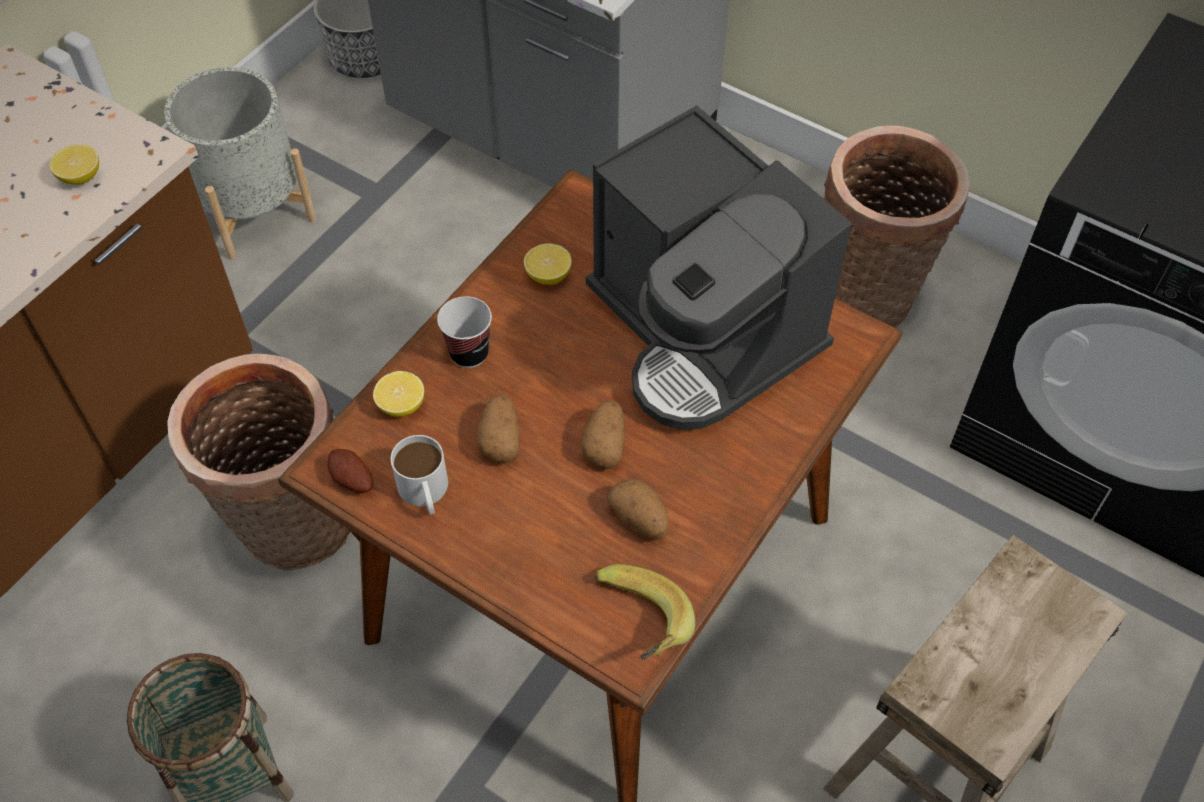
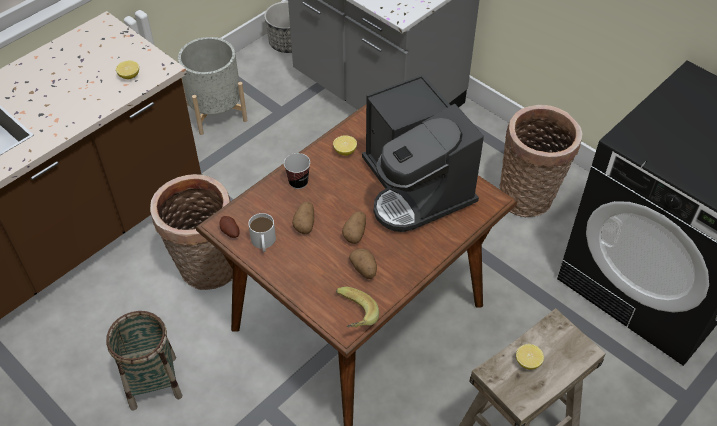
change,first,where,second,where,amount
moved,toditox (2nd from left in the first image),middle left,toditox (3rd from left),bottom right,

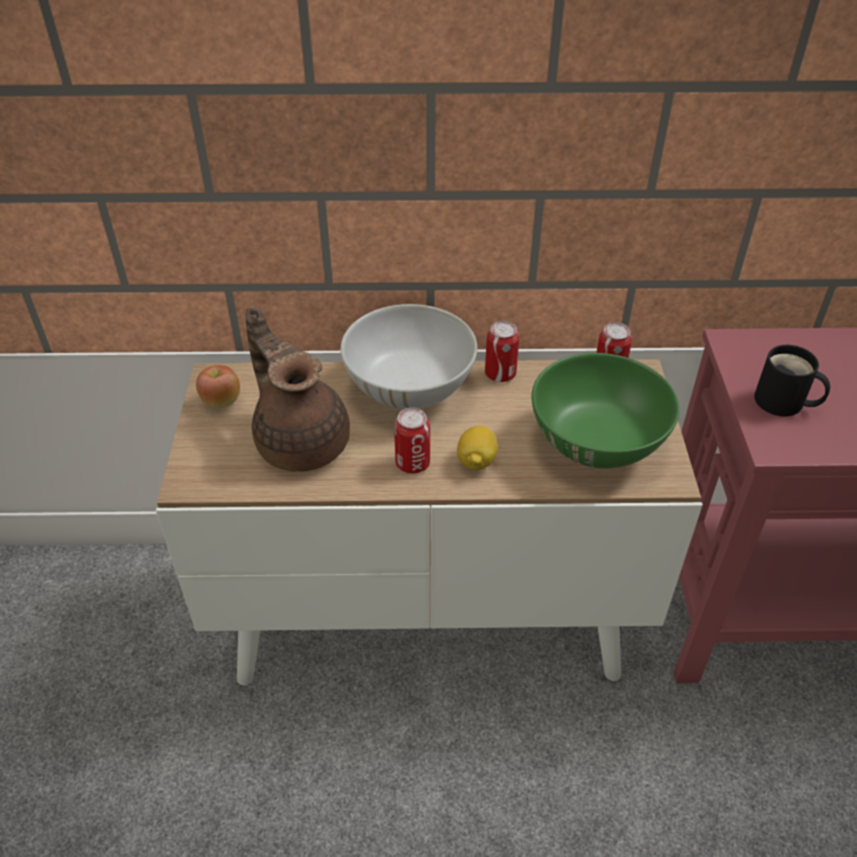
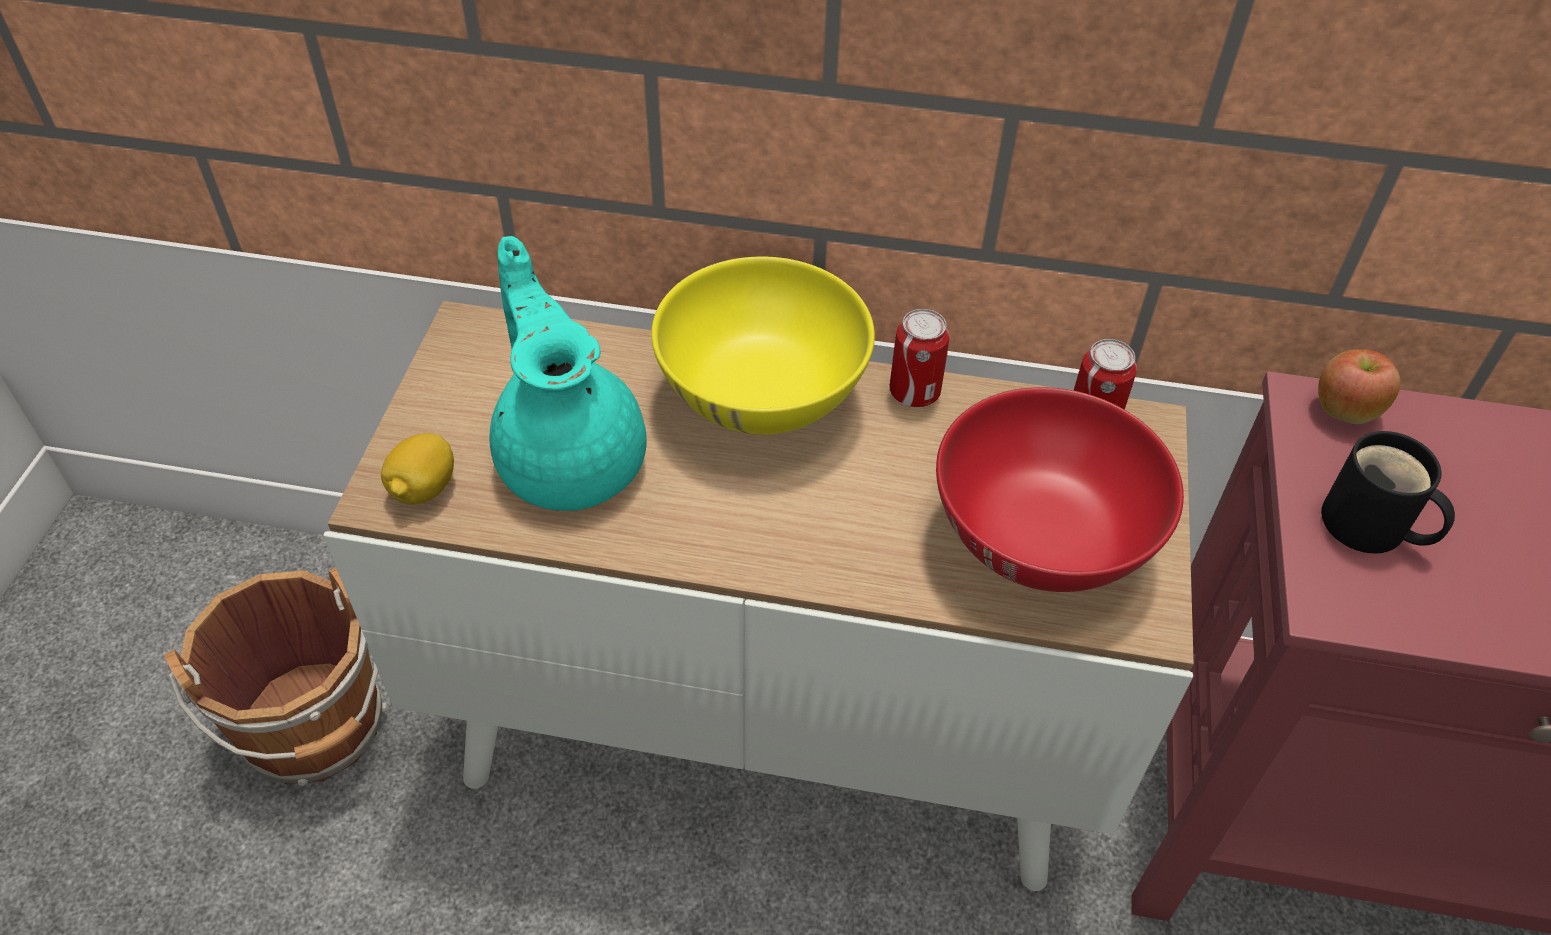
change,first,where,second,where,amount
recoloured,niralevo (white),centre,niralevo (yellow),centre,
recoloured,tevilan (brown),centre,tevilan (turquoise),centre,
recoloured,niralevo (green),middle right,niralevo (red),middle right,
moved,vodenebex,middle left,,middle right,
removed,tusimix (1st from left),centre,,,
moved,toditox,centre,,middle left,
added,,,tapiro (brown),bottom left,

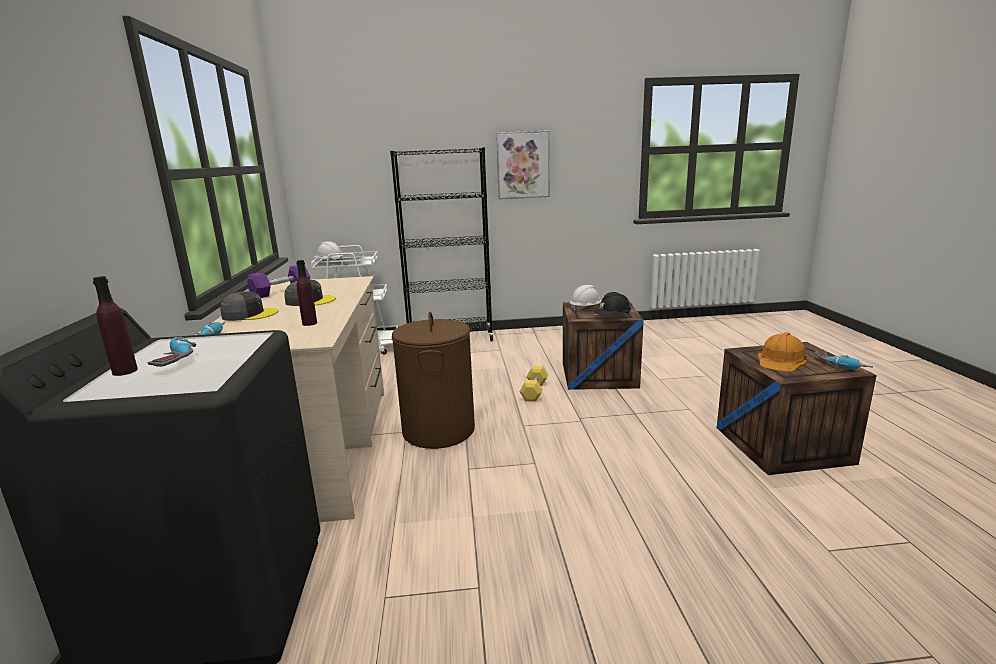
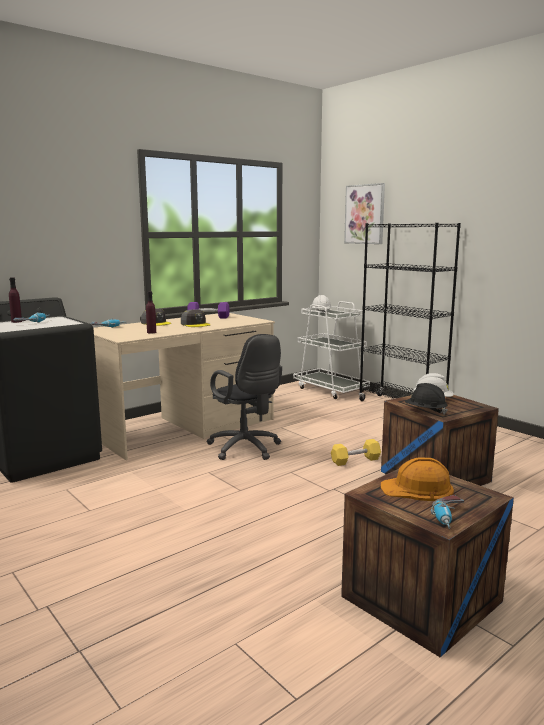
change,first,where,second,where,amount
moved,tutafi,top centre,,top right,
replaced,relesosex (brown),centre,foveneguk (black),centre,

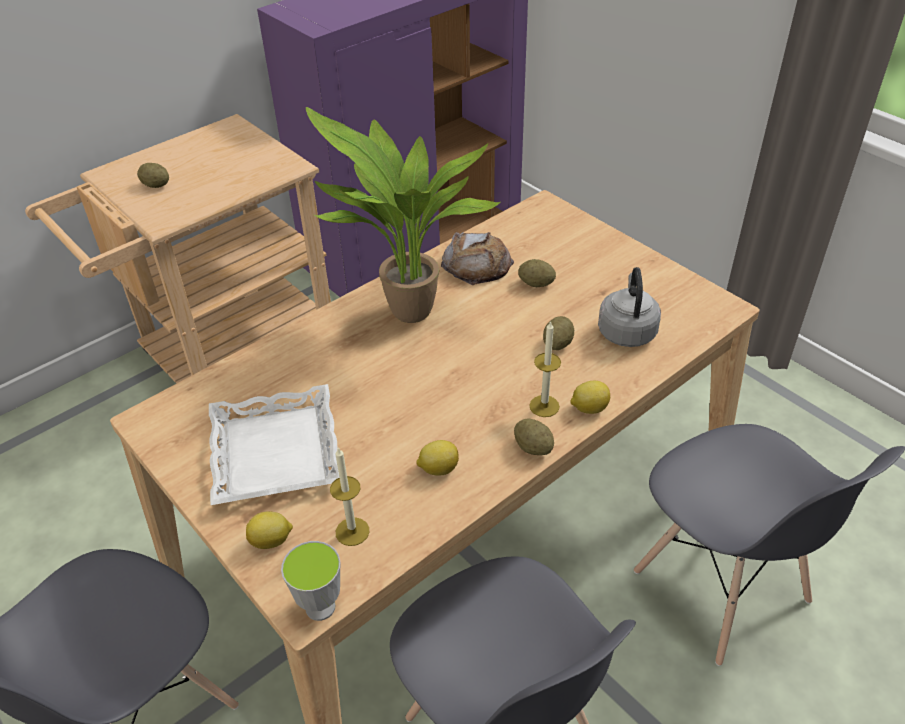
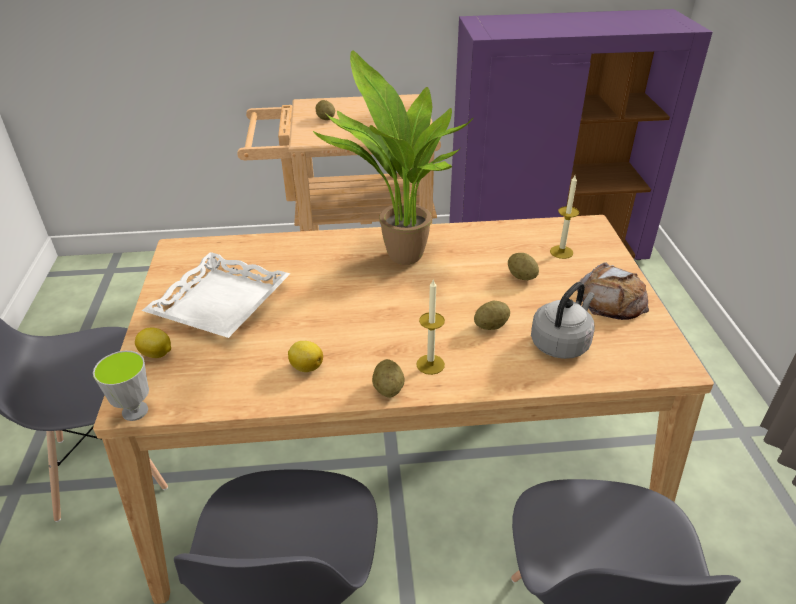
change,first,where,second,where,amount
moved,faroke,centre,,middle right,
removed,toditox (3rd from left),centre,,,
moved,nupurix (1st from left in the first image),bottom centre,nupurix (2nd from left),middle right,

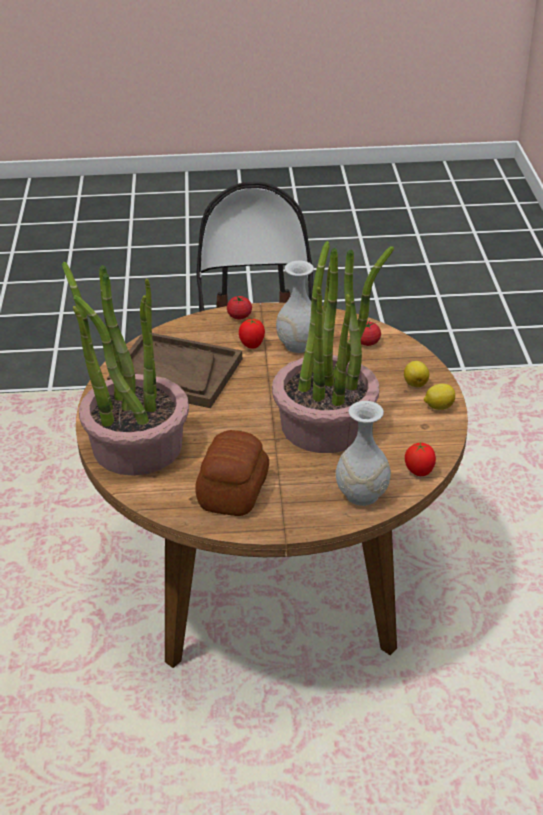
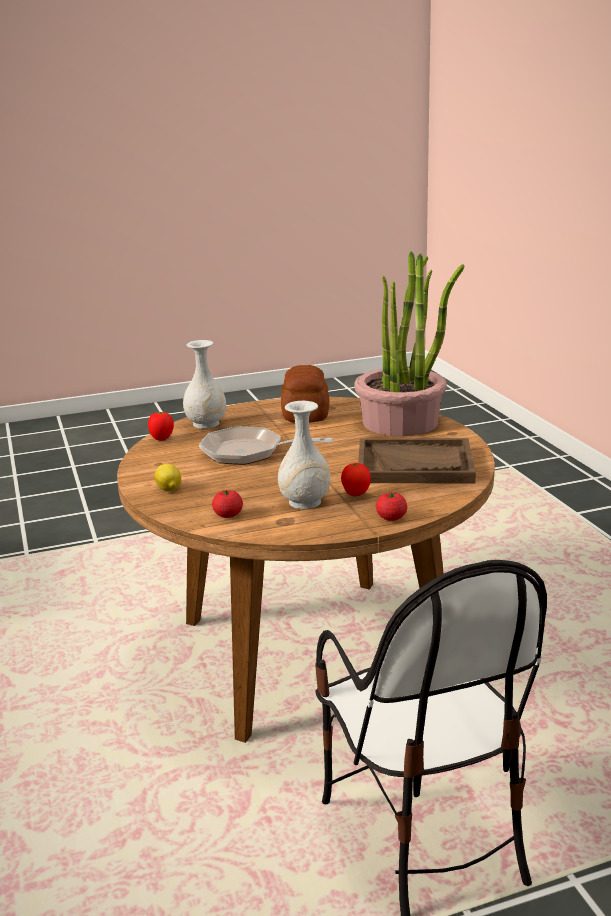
change,first,where,second,where,amount
replaced,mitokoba (2nd from left),centre,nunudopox,centre,
removed,toditox (2nd from left),middle right,,,

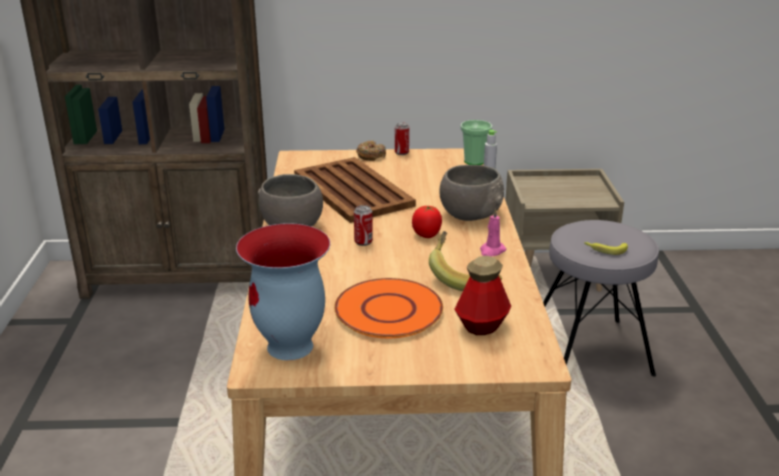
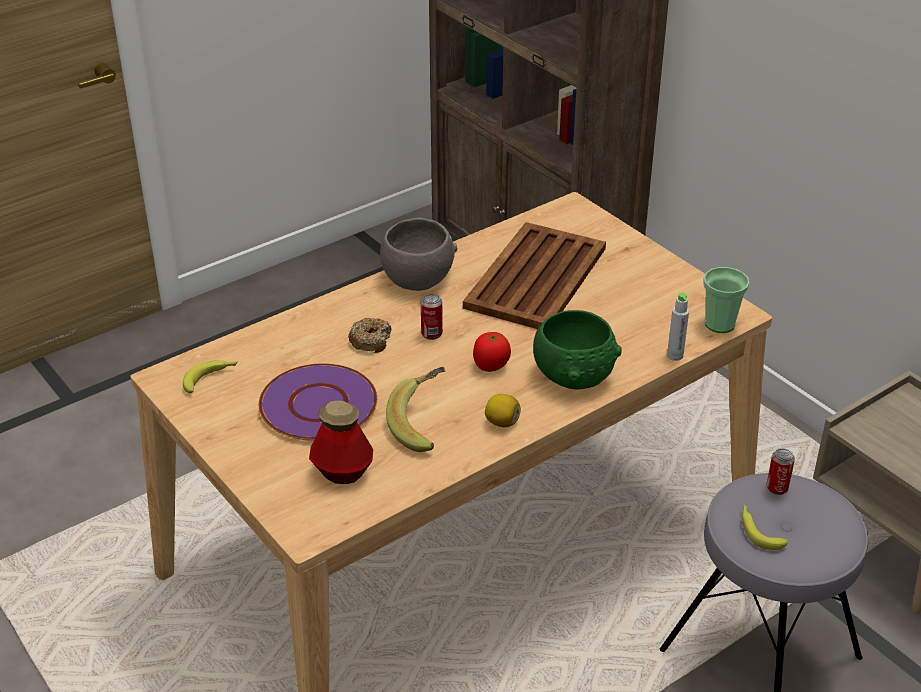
change,first,where,second,where,amount
moved,tusimix (2nd from left),top centre,,bottom right,
moved,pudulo,top centre,,centre,
recoloured,niralevo (grey) (2nd from left),centre,niralevo (green),centre,
replaced,nupurix (pink),centre,toditox,centre,
replaced,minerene,centre,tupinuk (1st from left),middle left,
recoloured,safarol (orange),centre,safarol (purple),centre,

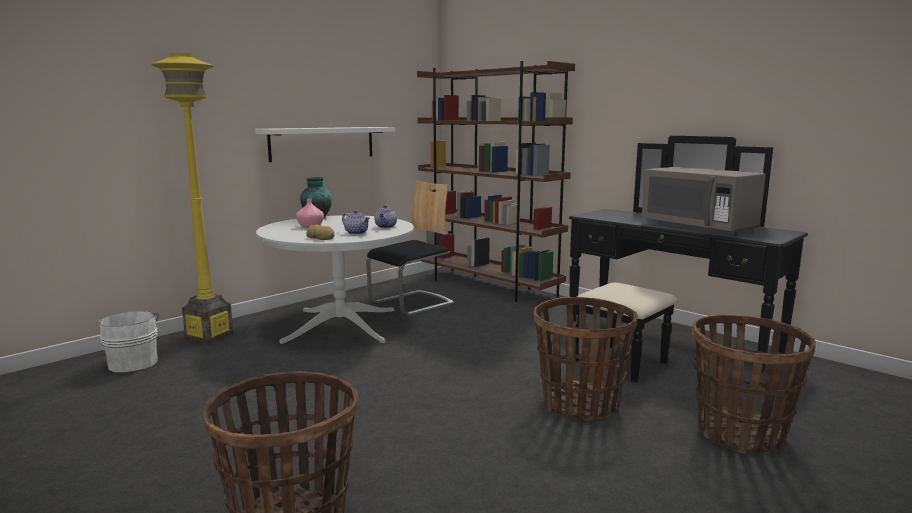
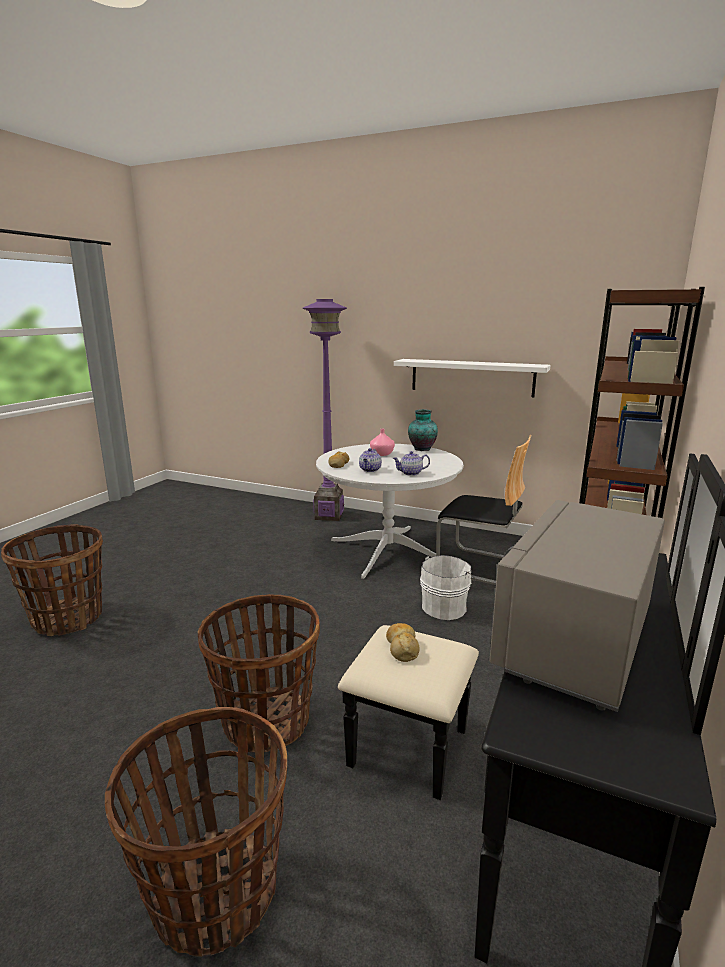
change,first,where,second,where,amount
recoloured,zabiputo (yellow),middle left,zabiputo (purple),centre,
moved,tapiro (white),middle left,,centre,
added,,,faroke (2nd from left),centre,

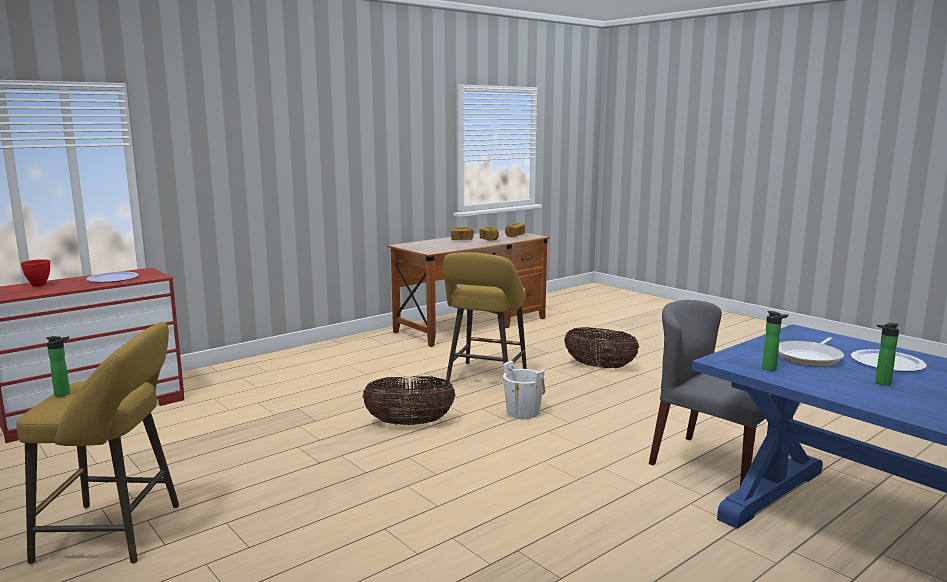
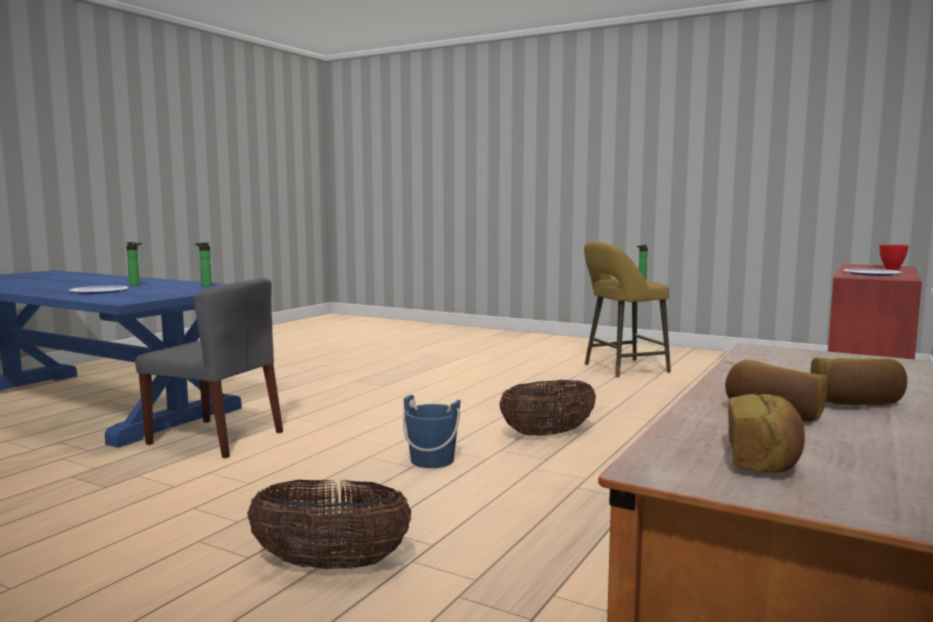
change,first,where,second,where,amount
removed,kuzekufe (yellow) (2nd from left),centre,,,
removed,nunudopox,middle right,,,
recoloured,tapiro (white),bottom centre,tapiro (blue),bottom centre,

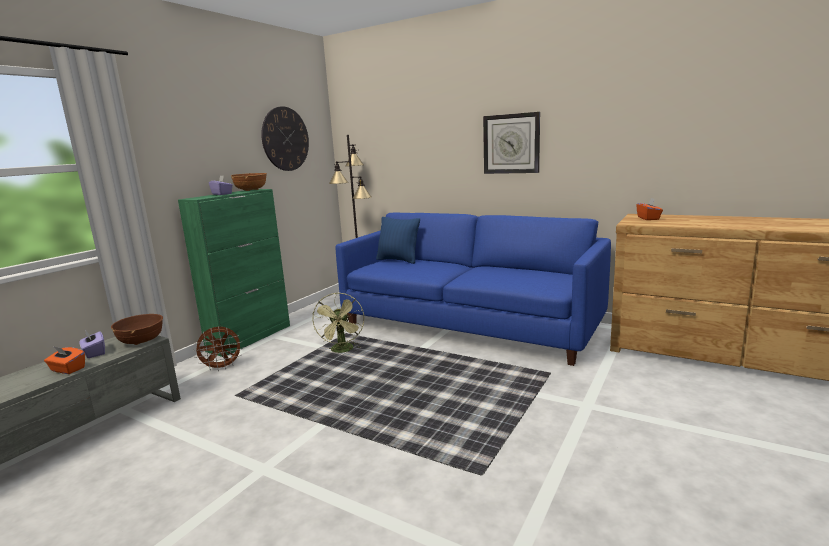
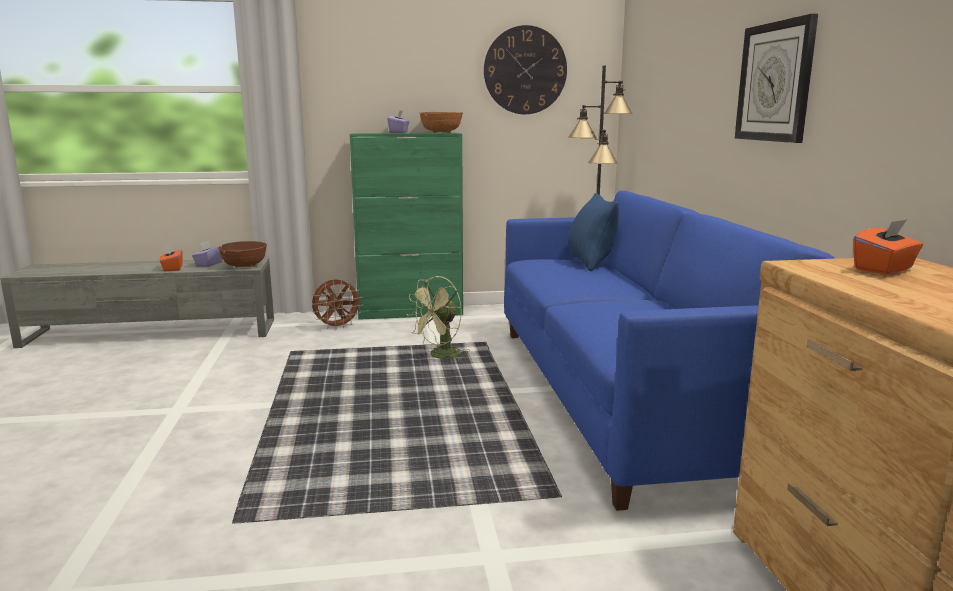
change,first,where,second,where,amount
turned,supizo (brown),middle left,,centre,60 degrees counterclockwise

